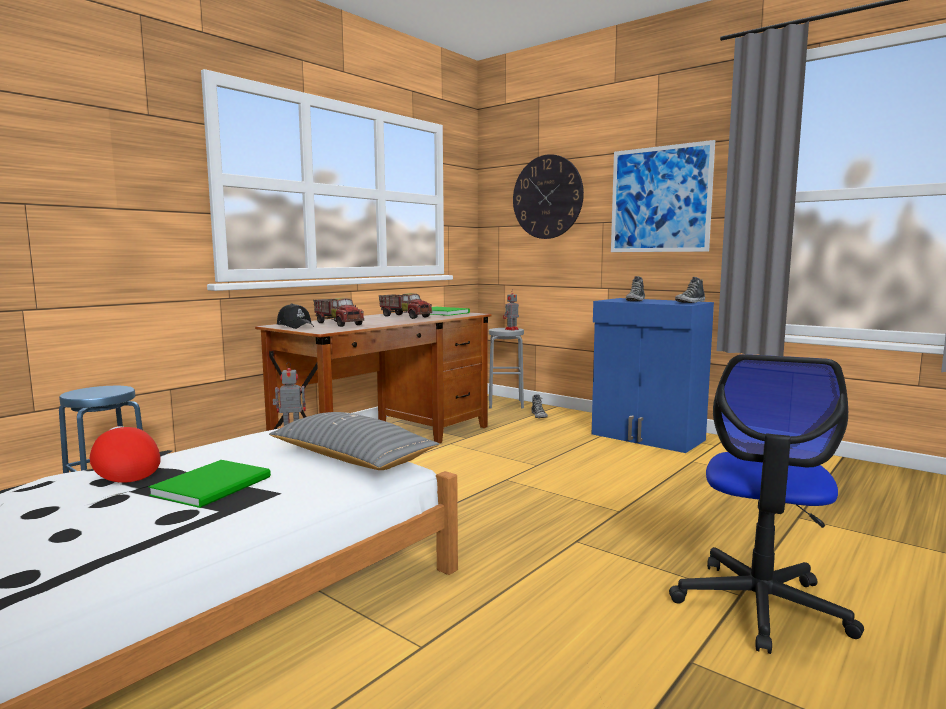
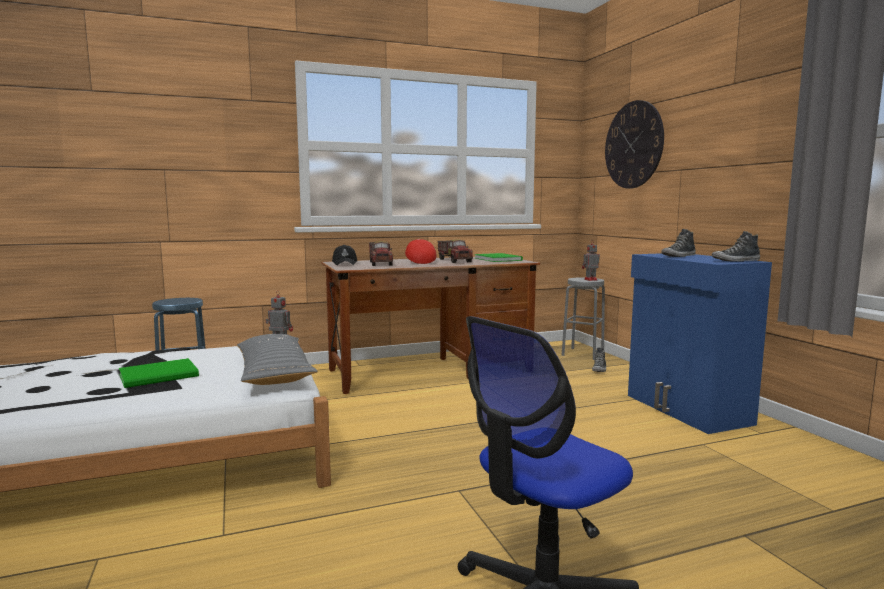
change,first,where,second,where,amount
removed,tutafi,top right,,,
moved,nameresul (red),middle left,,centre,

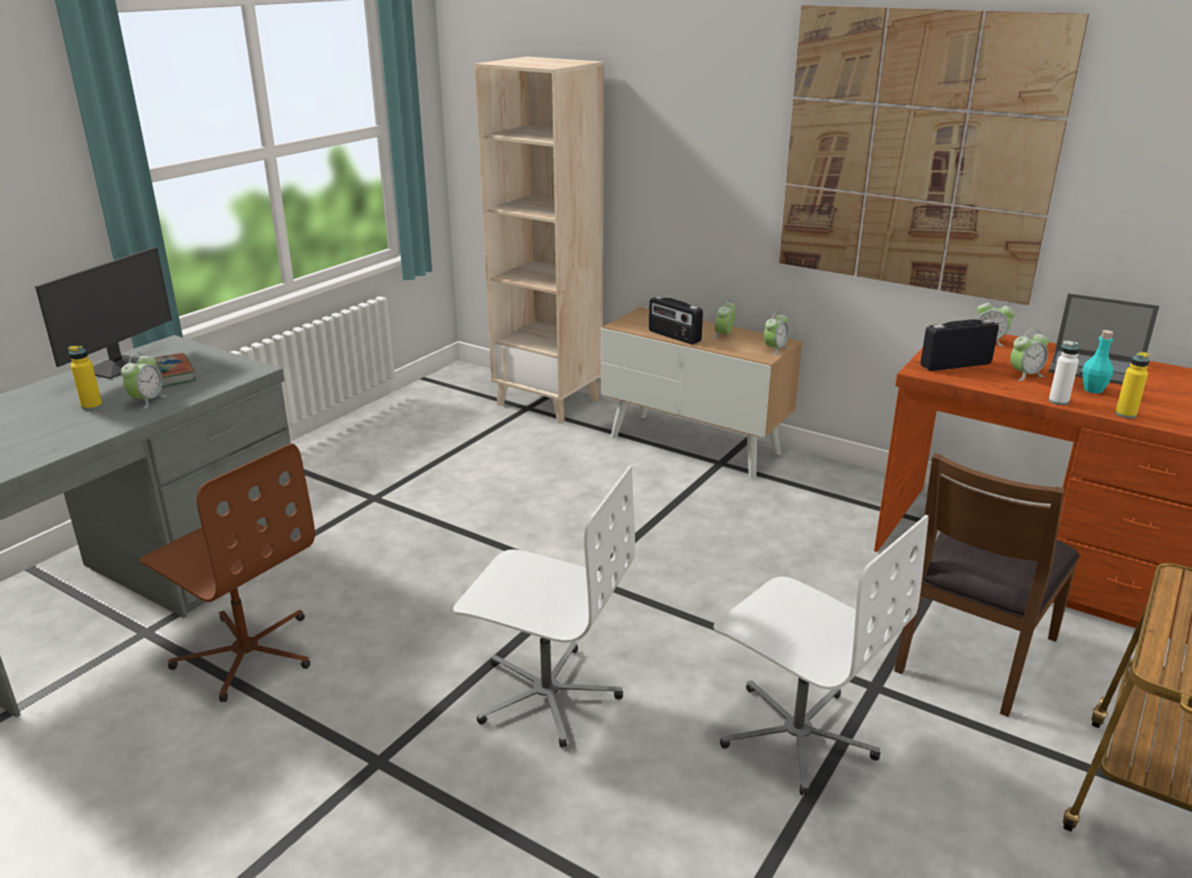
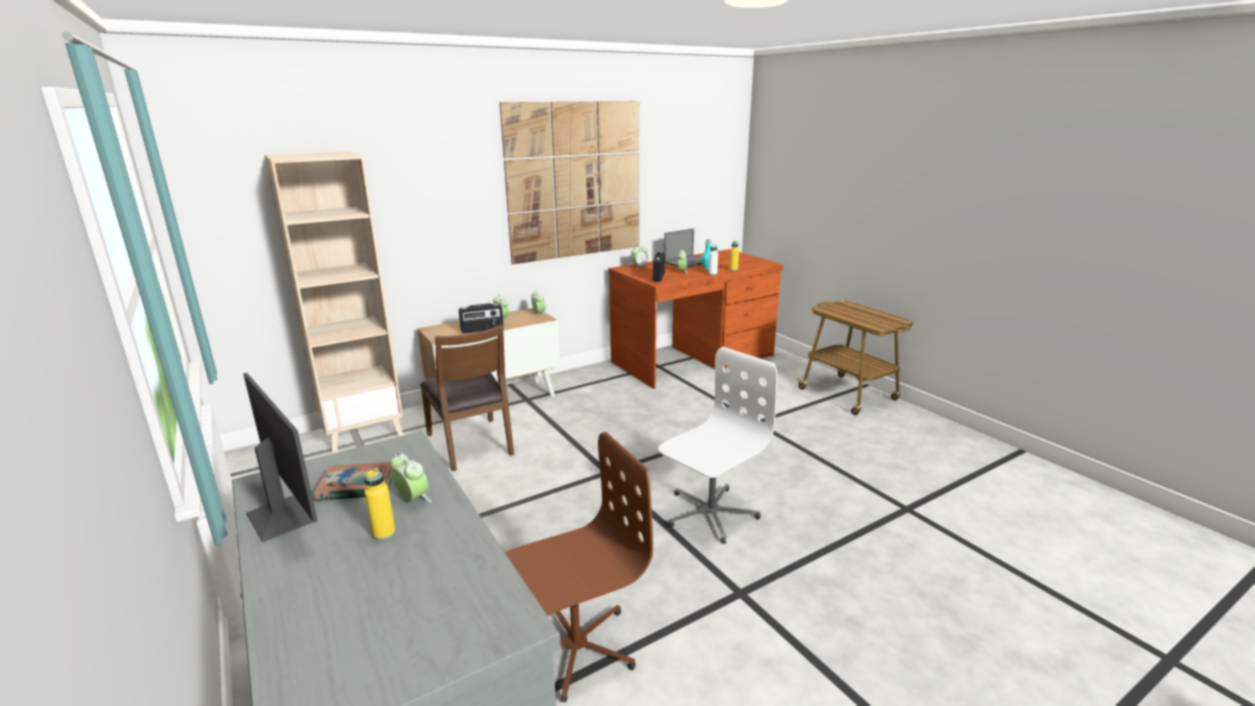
change,first,where,second,where,amount
moved,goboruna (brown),middle right,,centre,
removed,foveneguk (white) (2nd from left),bottom right,,,

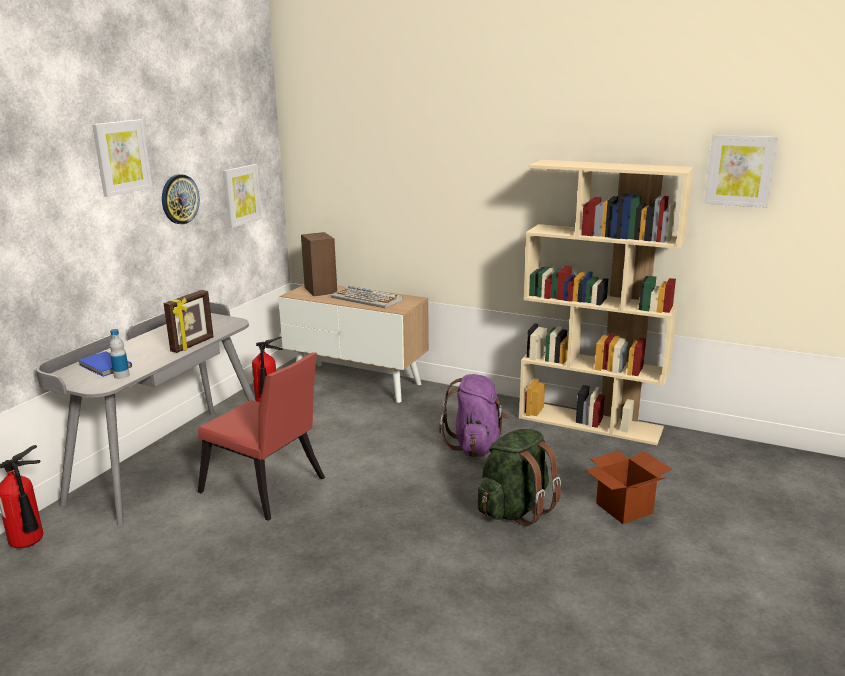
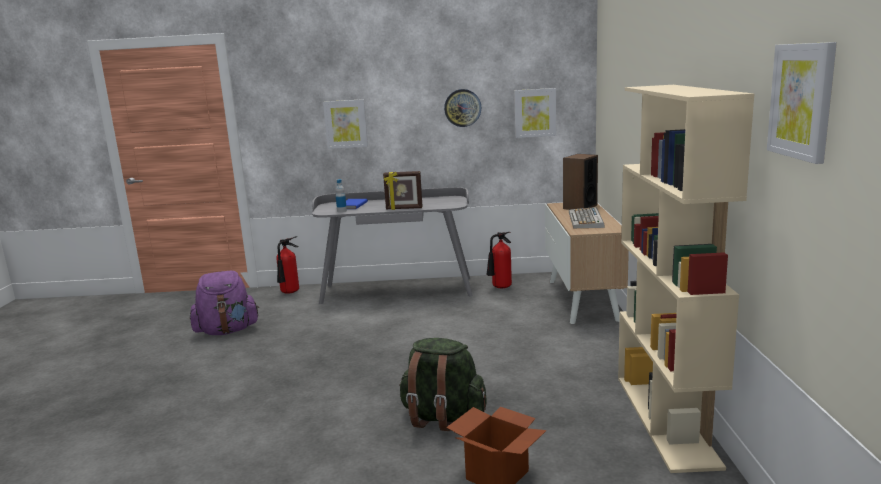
change,first,where,second,where,amount
moved,tutafi (1st from left),top left,,top centre,
removed,goboruna (red),middle left,,,
moved,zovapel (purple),centre,,middle left,

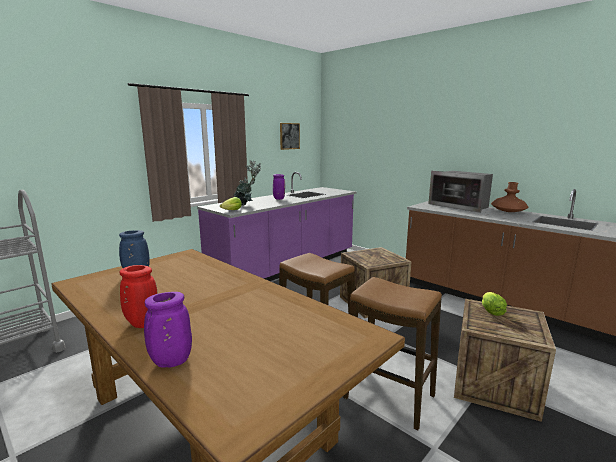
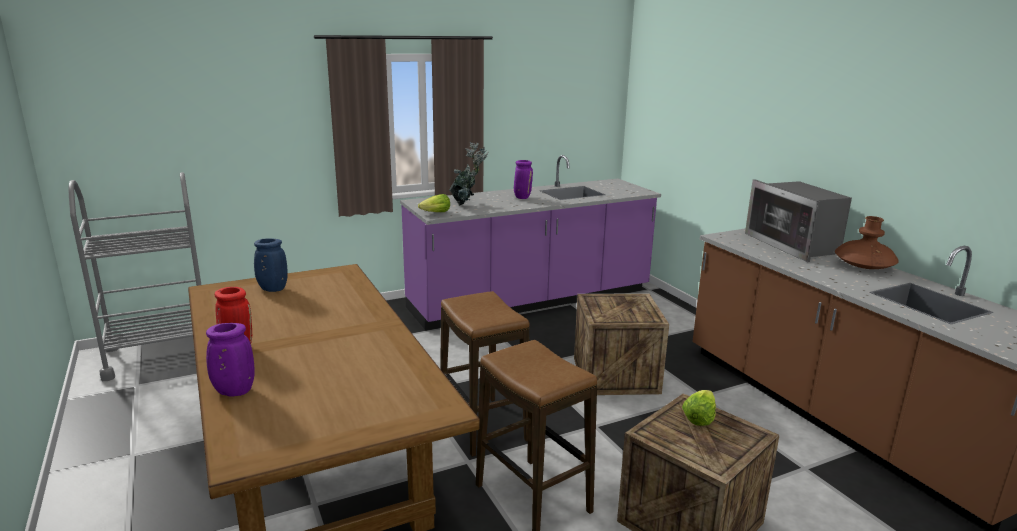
change,first,where,second,where,amount
removed,tutafi,top centre,,,

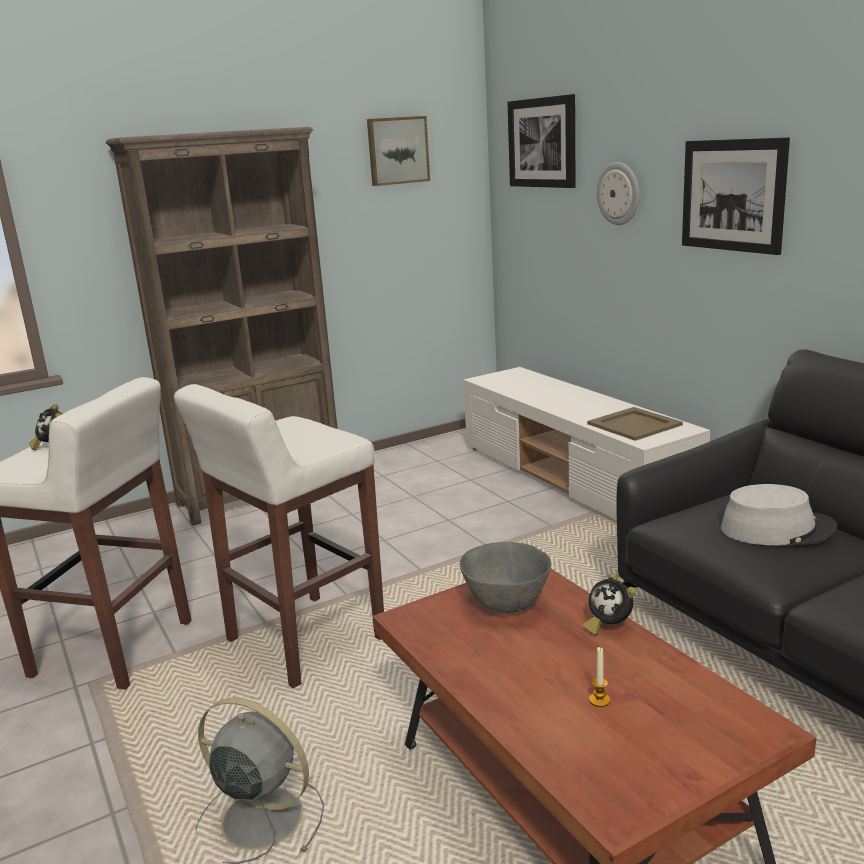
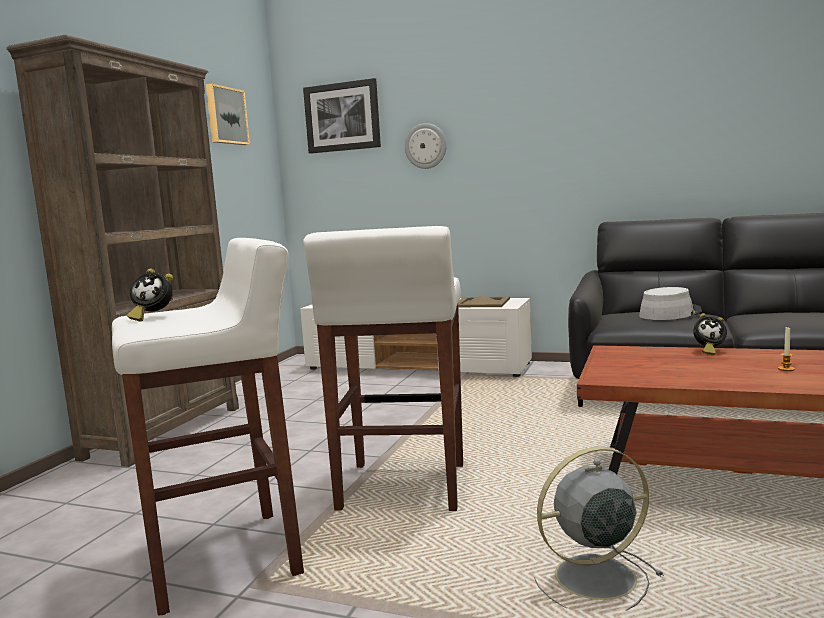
change,first,where,second,where,amount
removed,tutafi (3rd from left),top right,,,
removed,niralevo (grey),bottom centre,,,

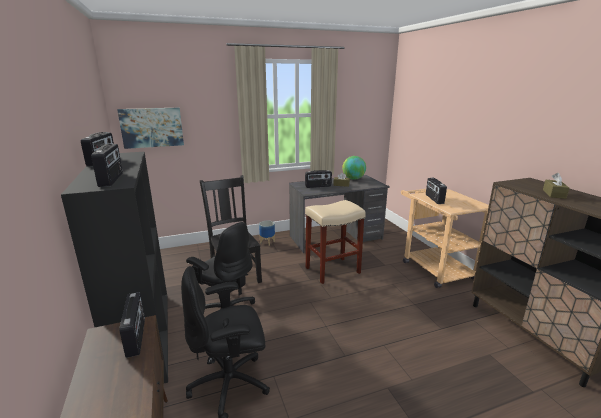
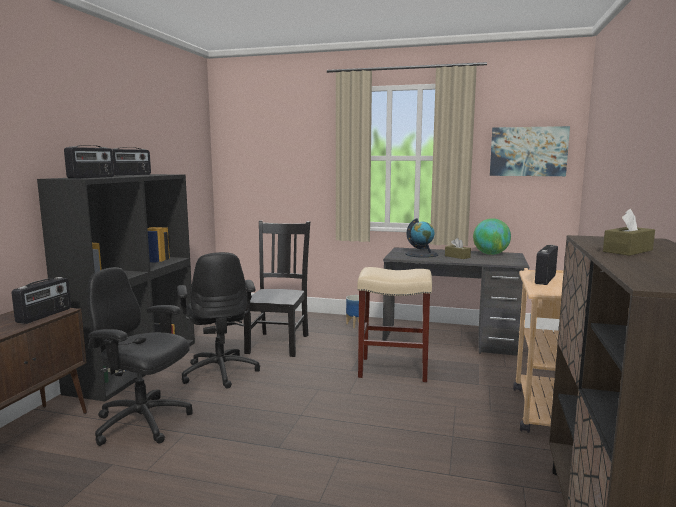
change,first,where,second,where,amount
moved,tutafi,top left,,top right,
replaced,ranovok (4th from left),centre,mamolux (1st from left),centre,

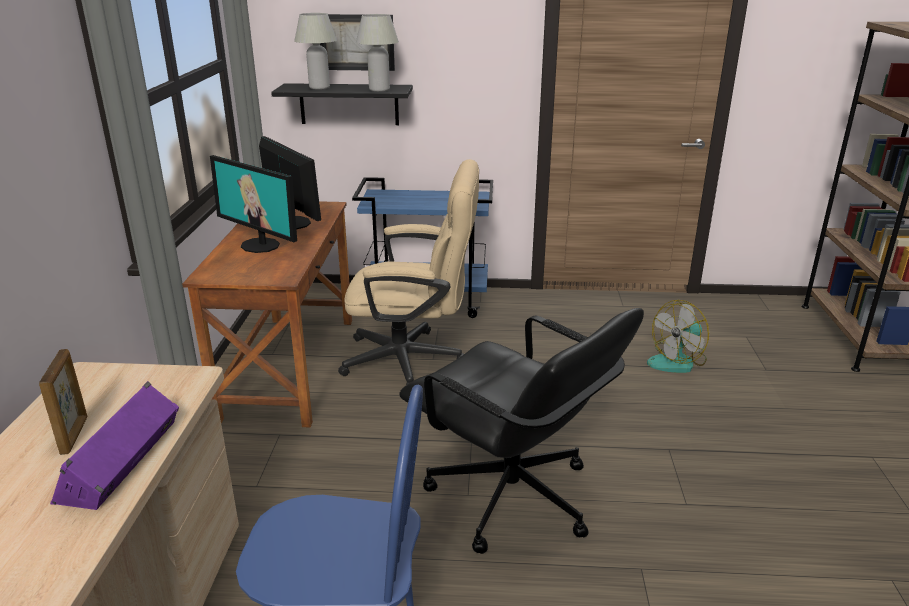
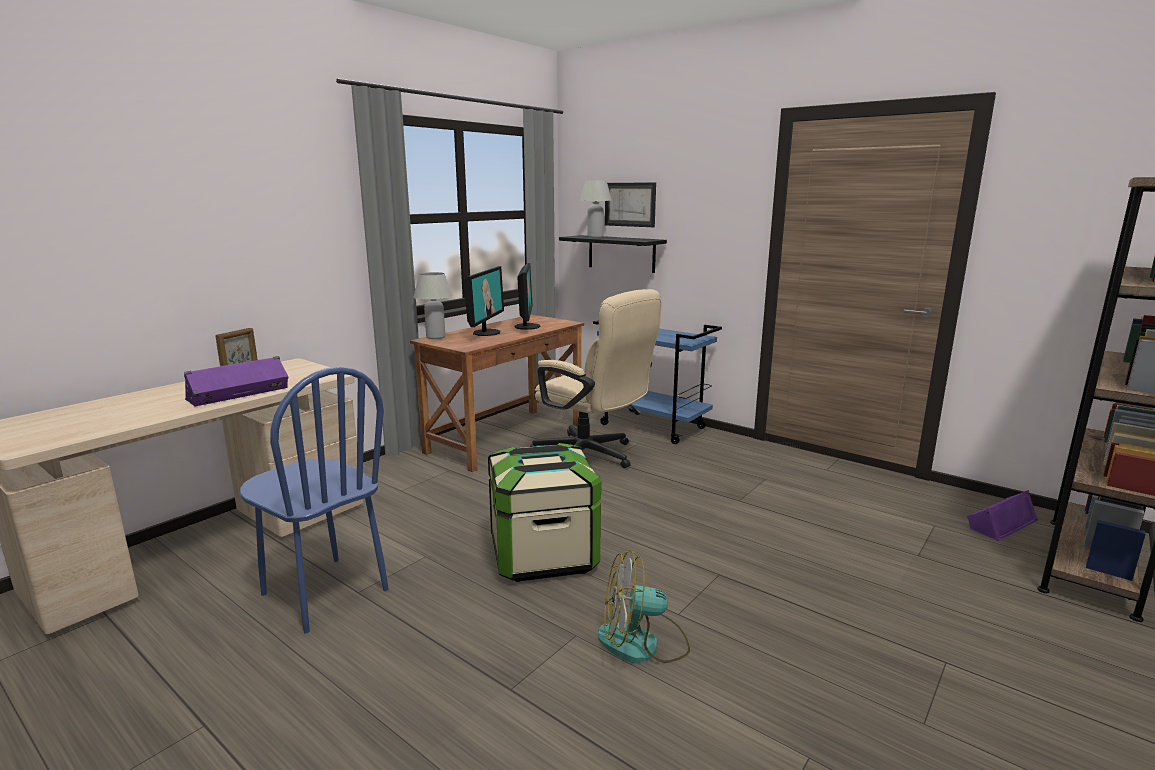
change,first,where,second,where,amount
moved,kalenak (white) (2nd from left in the first image),top centre,kalenak (white) (1st from left),centre,
turned,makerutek (1st from left),middle left,,centre,150 degrees counterclockwise
moved,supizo,middle right,,bottom centre,
replaced,foveneguk (black),bottom centre,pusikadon,centre,
added,,,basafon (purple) (2nd from left),bottom right,

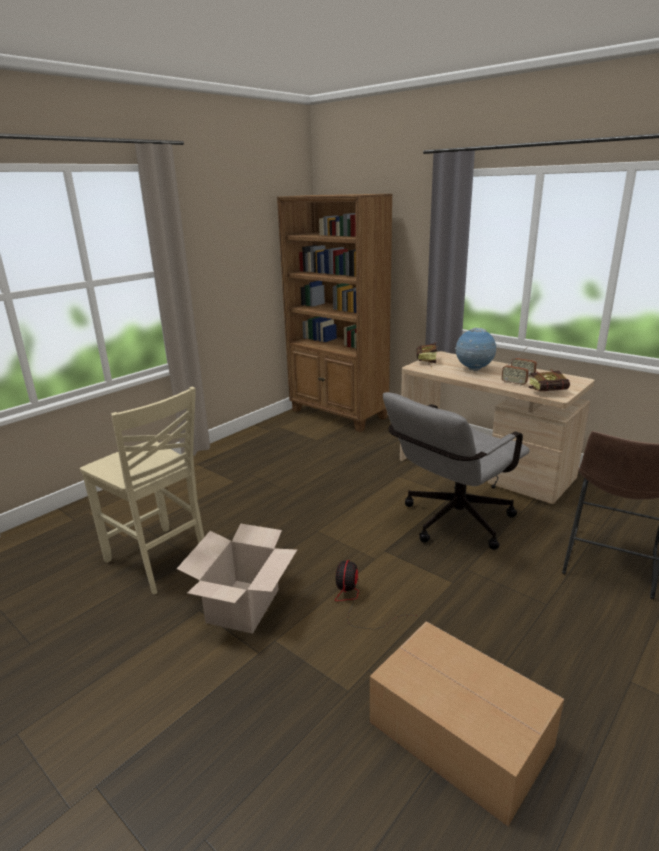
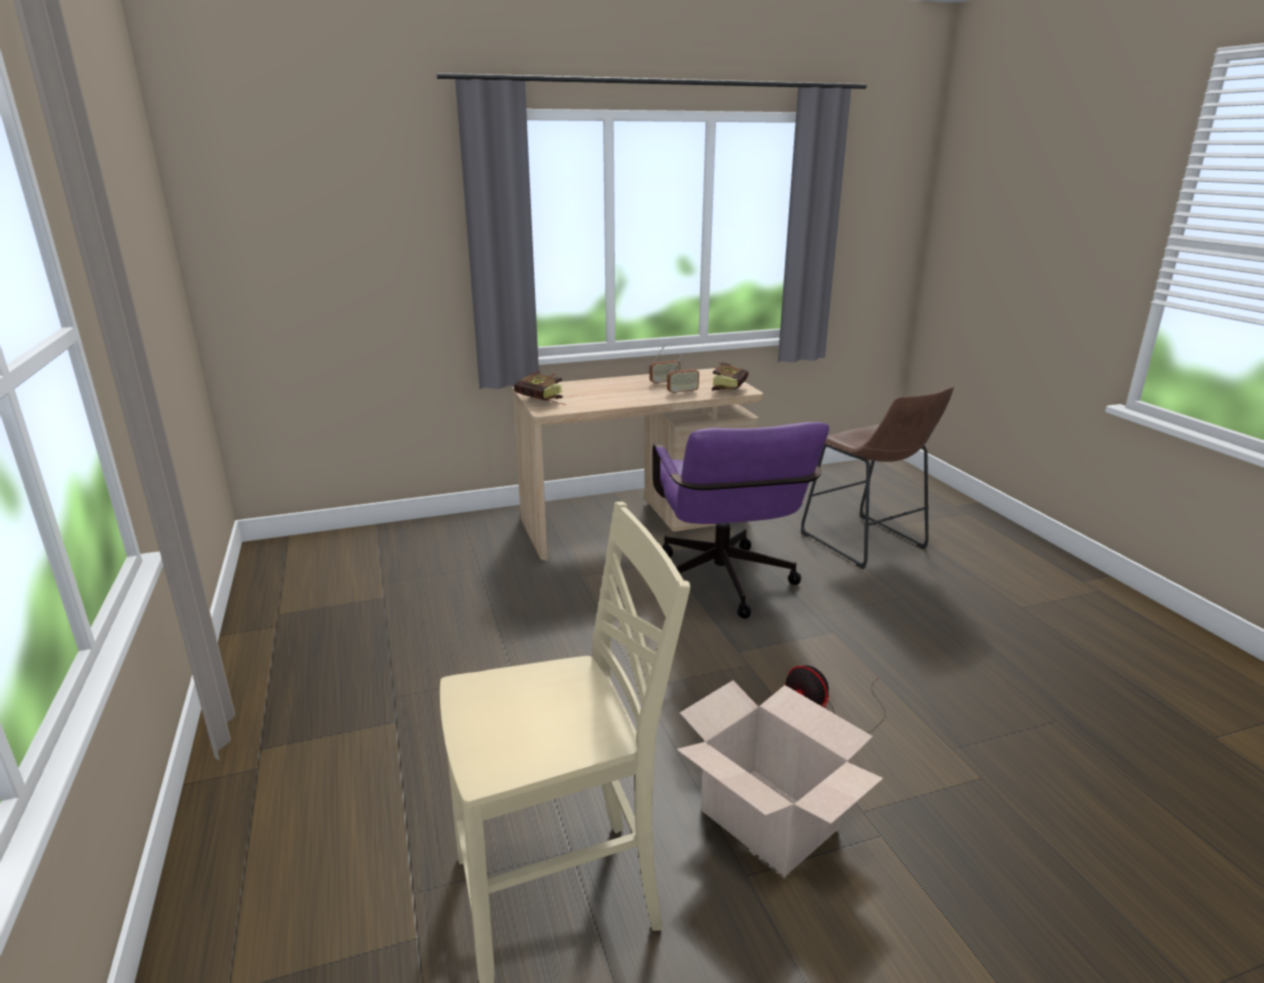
change,first,where,second,where,amount
removed,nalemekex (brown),centre,,,
removed,mamolux,middle right,,,
recoloured,foveneguk (grey),middle right,foveneguk (purple),centre,
removed,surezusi (2nd from left),bottom right,,,

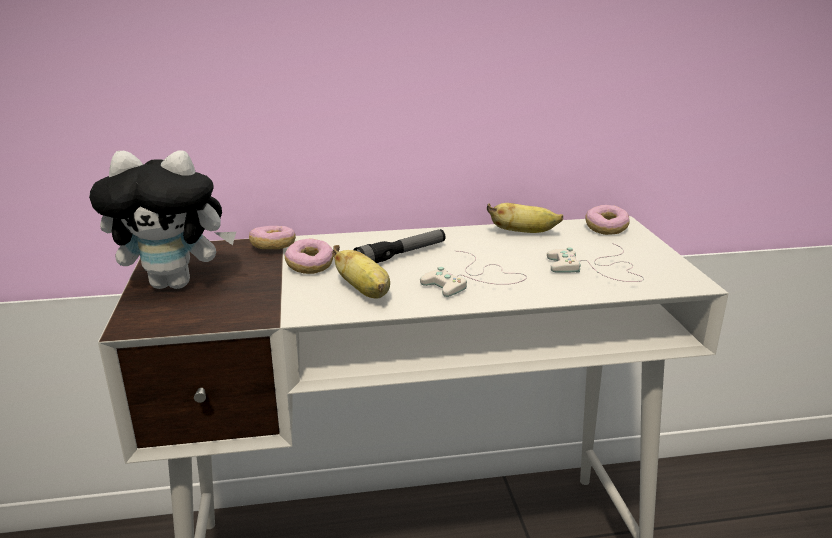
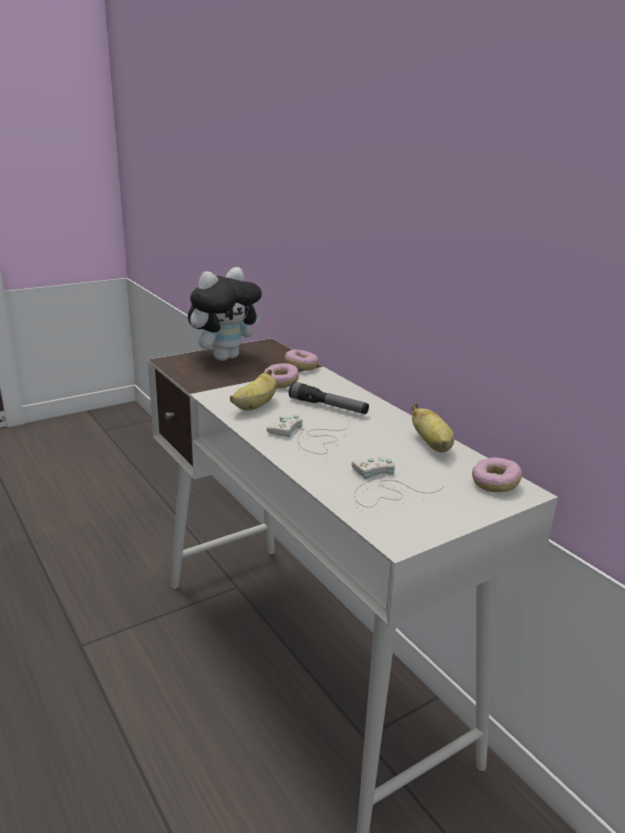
change,first,where,second,where,amount
turned,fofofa,middle left,,centre,105 degrees counterclockwise

